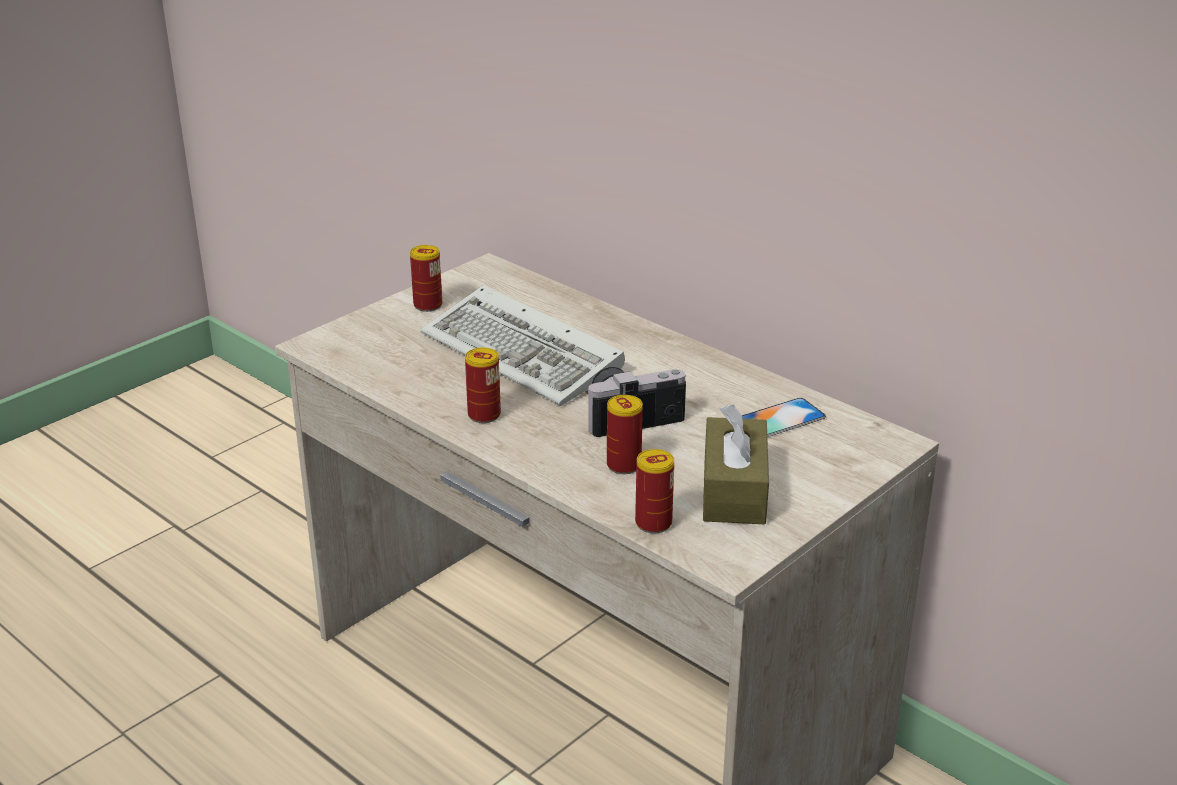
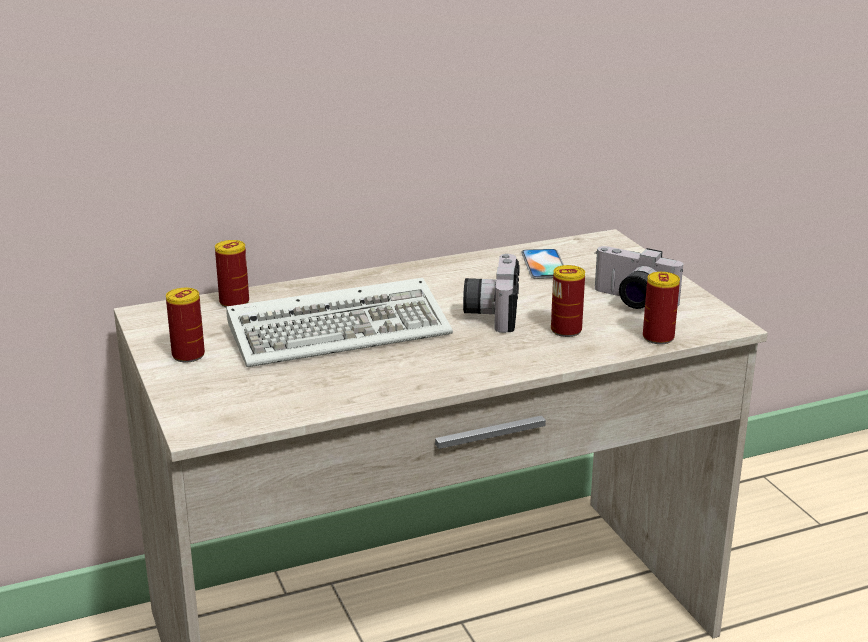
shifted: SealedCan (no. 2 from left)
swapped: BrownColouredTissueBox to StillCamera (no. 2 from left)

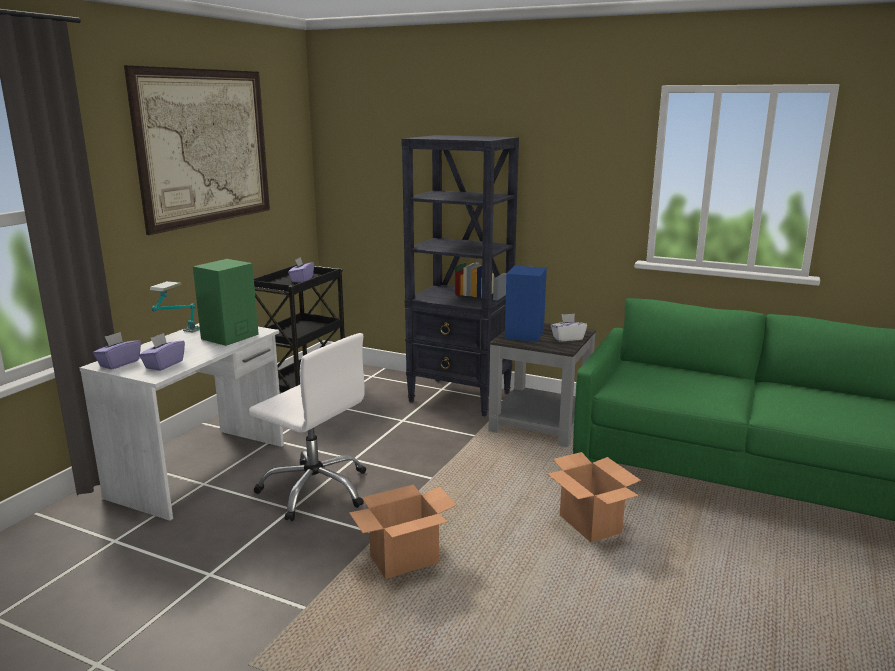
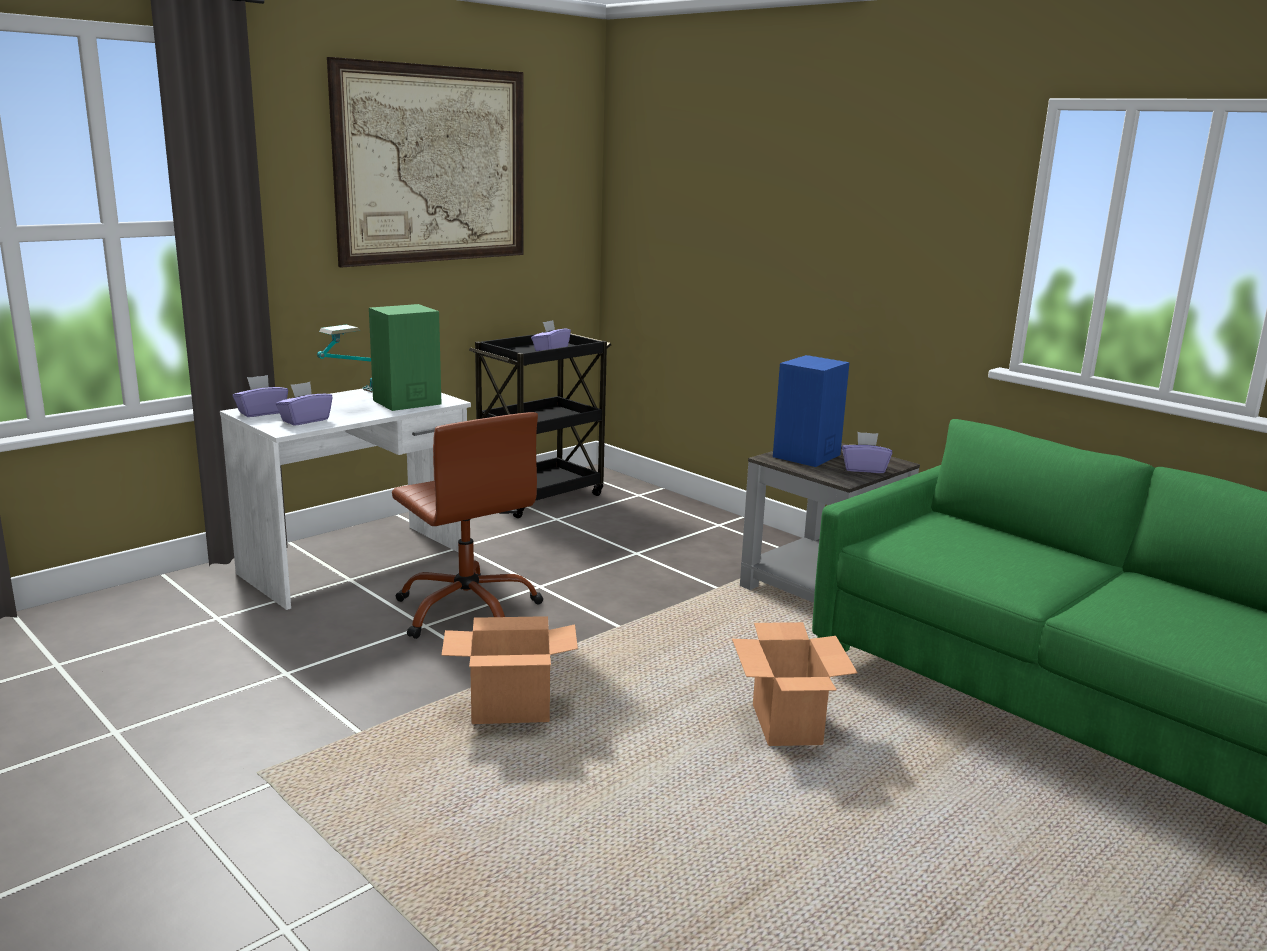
gone: BlackishShelvingUnit
repainted: WhiteColouredDeskChair to BrownColouredDeskChair; WhiteColouredTissueBox to PurpleColouredTissueBox (no. 4 from left)

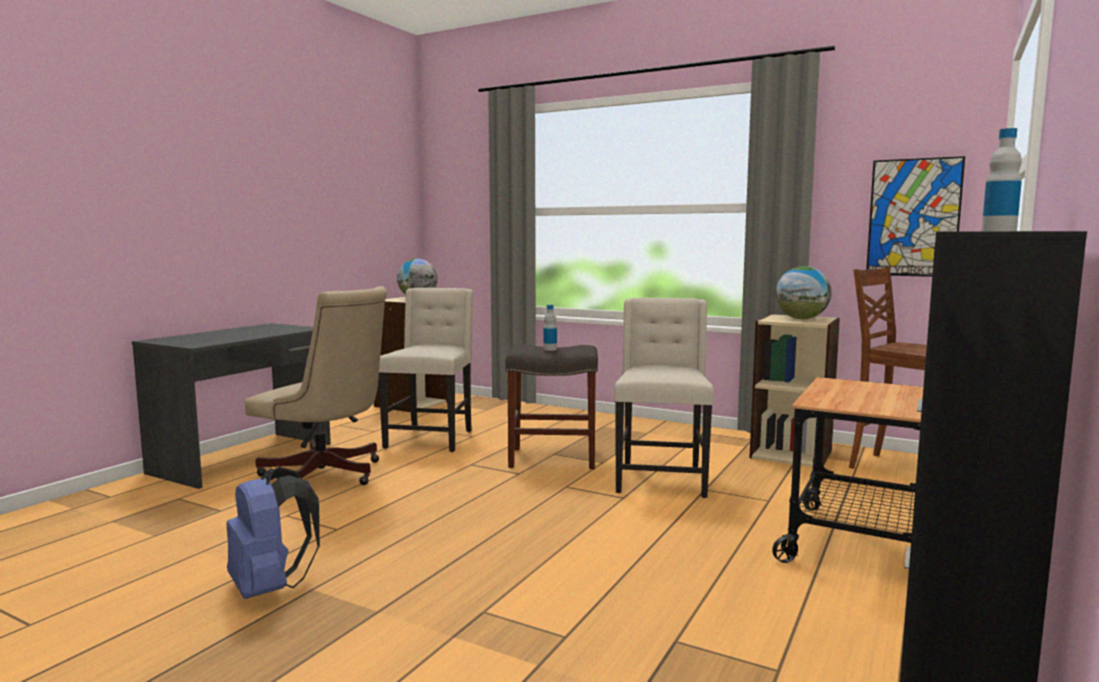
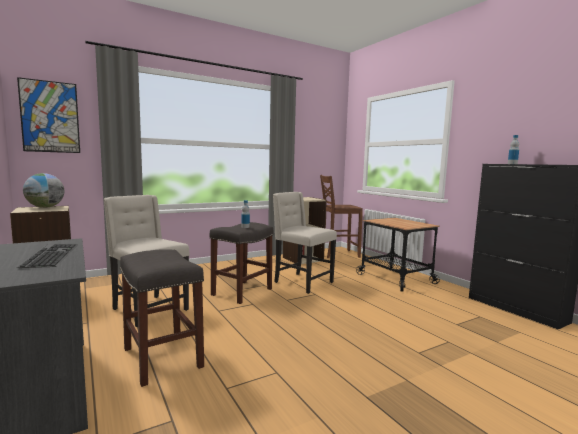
gone: BlueKnapsack; WorldGlobe (no. 2 from left)
new: Keyboard
shifted: Picture
swapped: BeigeDeskChair to GrayStoolSeat (no. 1 from left)

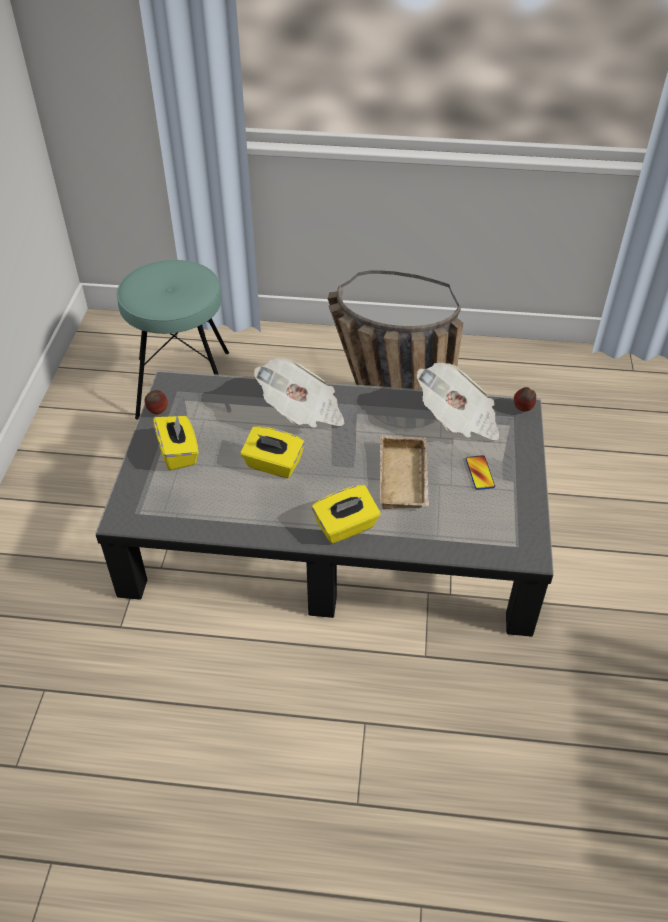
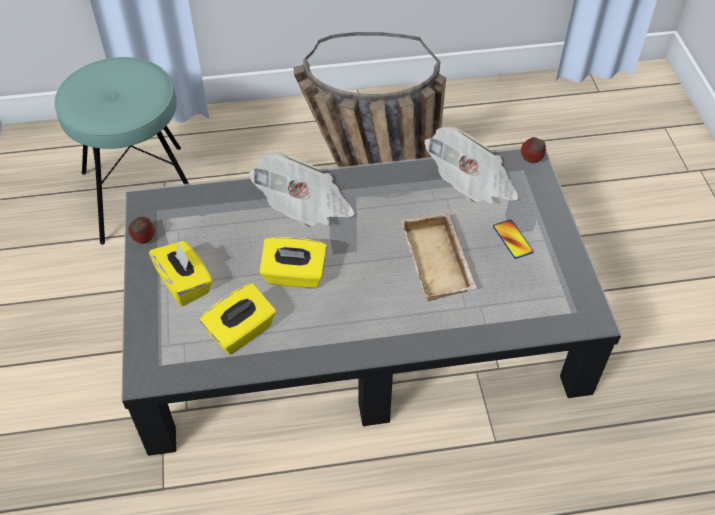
shifted: YellowTissueBox (no. 3 from left in the first image) to YellowTissueBox (no. 2 from left)

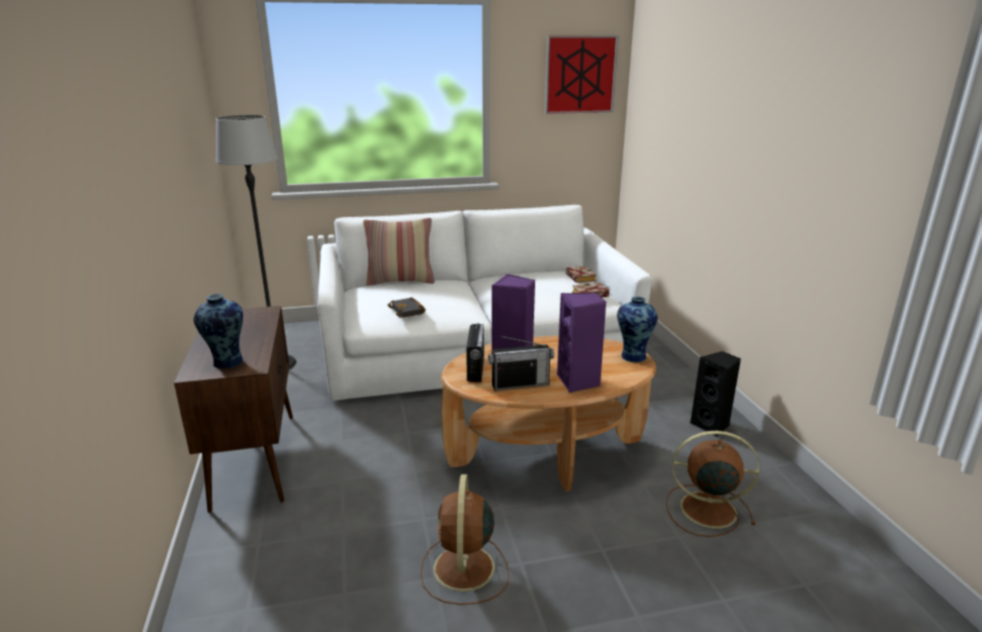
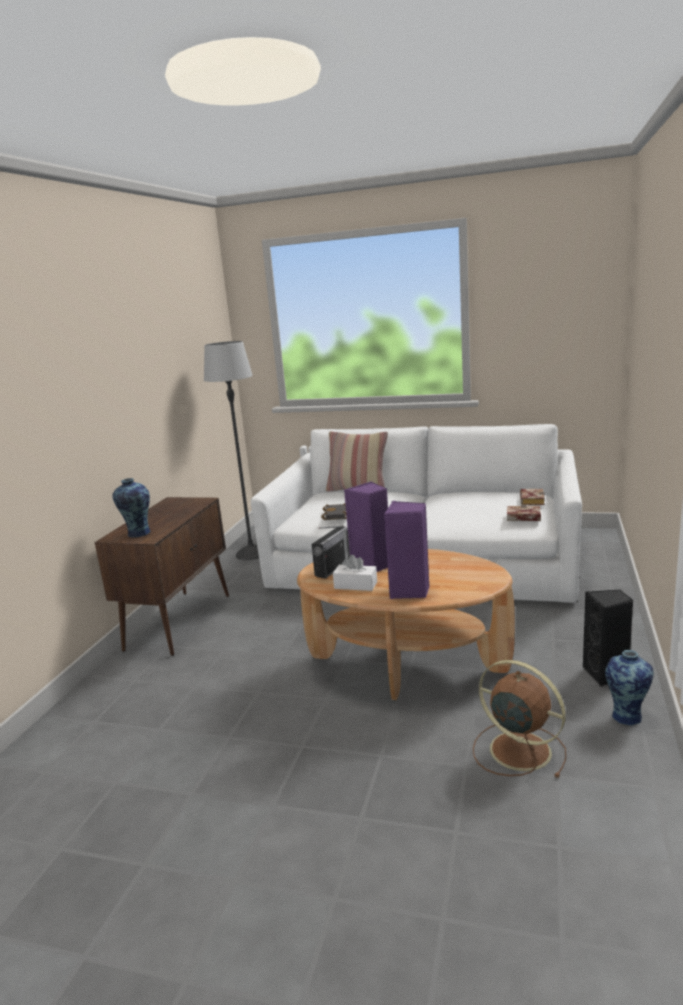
gone: BrownColouredFan (no. 1 from left); Picture
shifted: Vase (no. 2 from left)
swapped: RadioSet (no. 2 from left) to WhiteColouredTissueBox

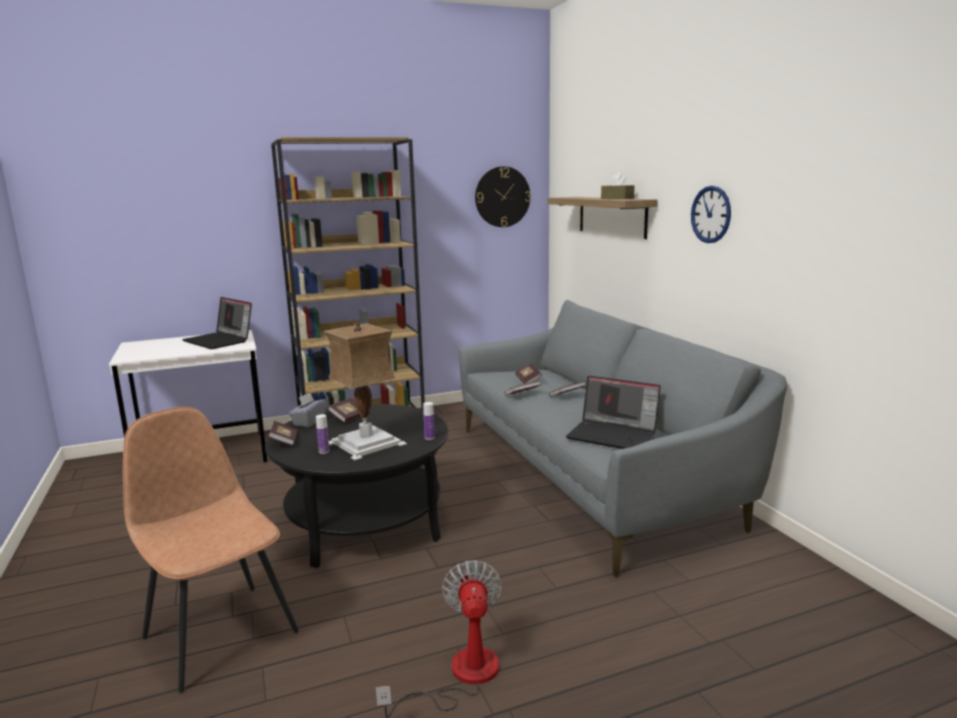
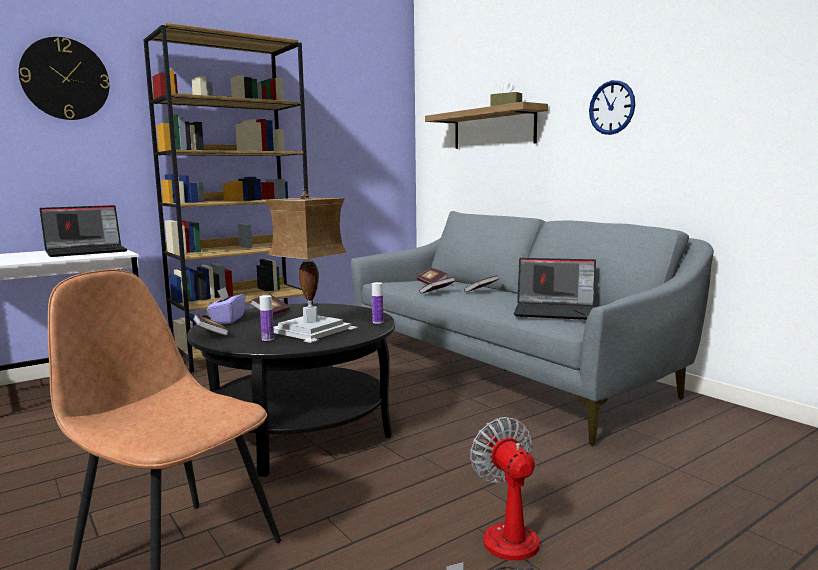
shifted: ClockOnTheWall (no. 1 from left)
repainted: GrayTissueBox to PurpleColouredTissueBox
rotated: Laptop (no. 1 from left) 60 degrees counterclockwise

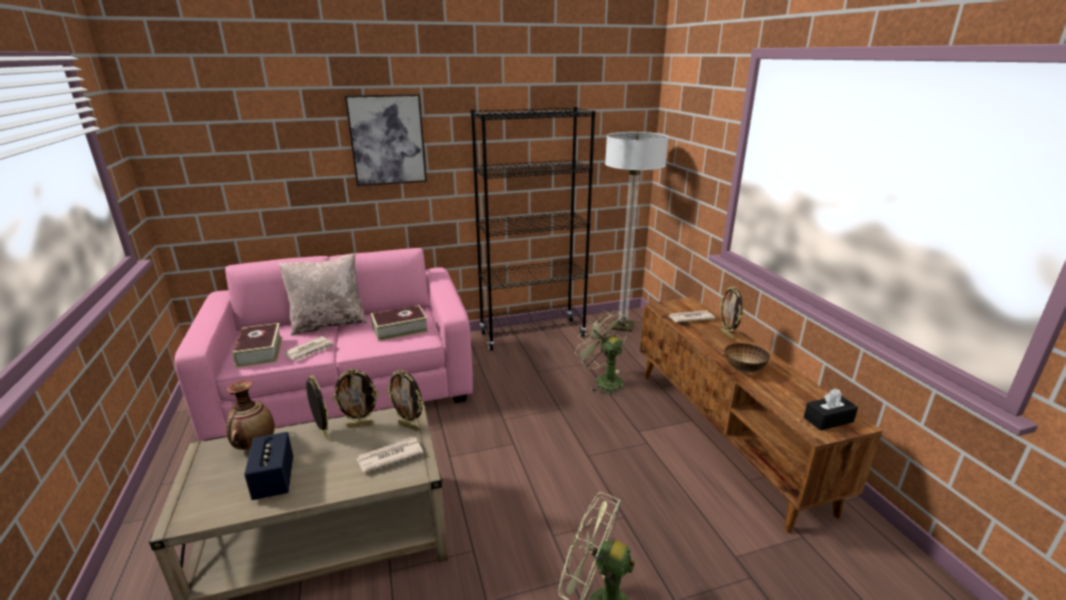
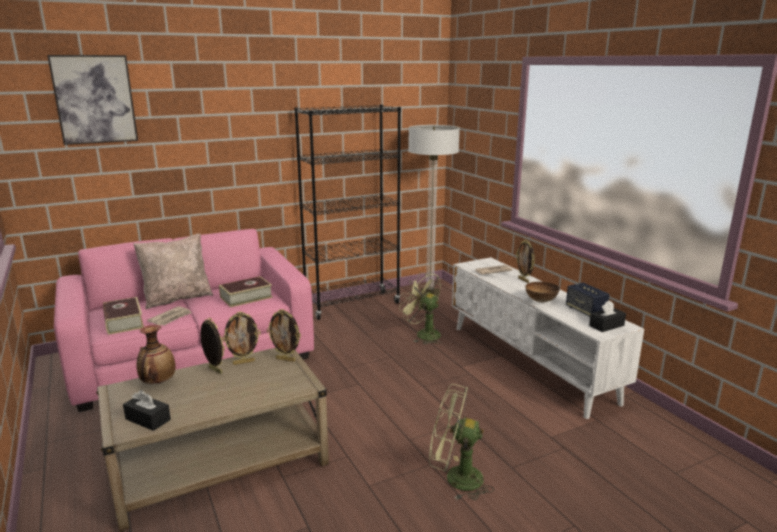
gone: DailyPaper (no. 2 from left)
new: BlackishTissueBox (no. 1 from left)
shifted: AudioSpeaker; Picture
repainted: BrownColouredTvStand to WhiteColouredTvStand

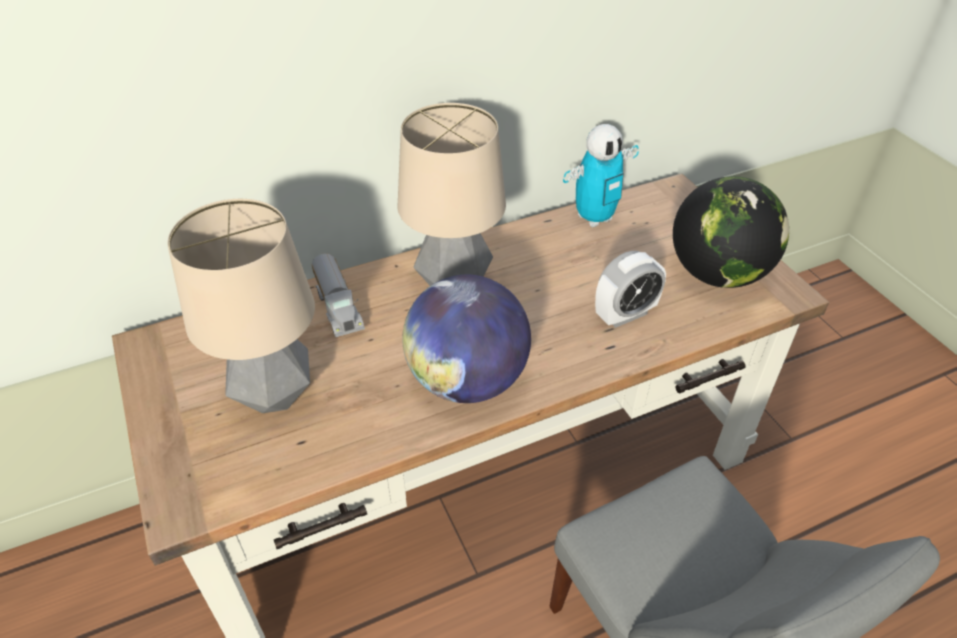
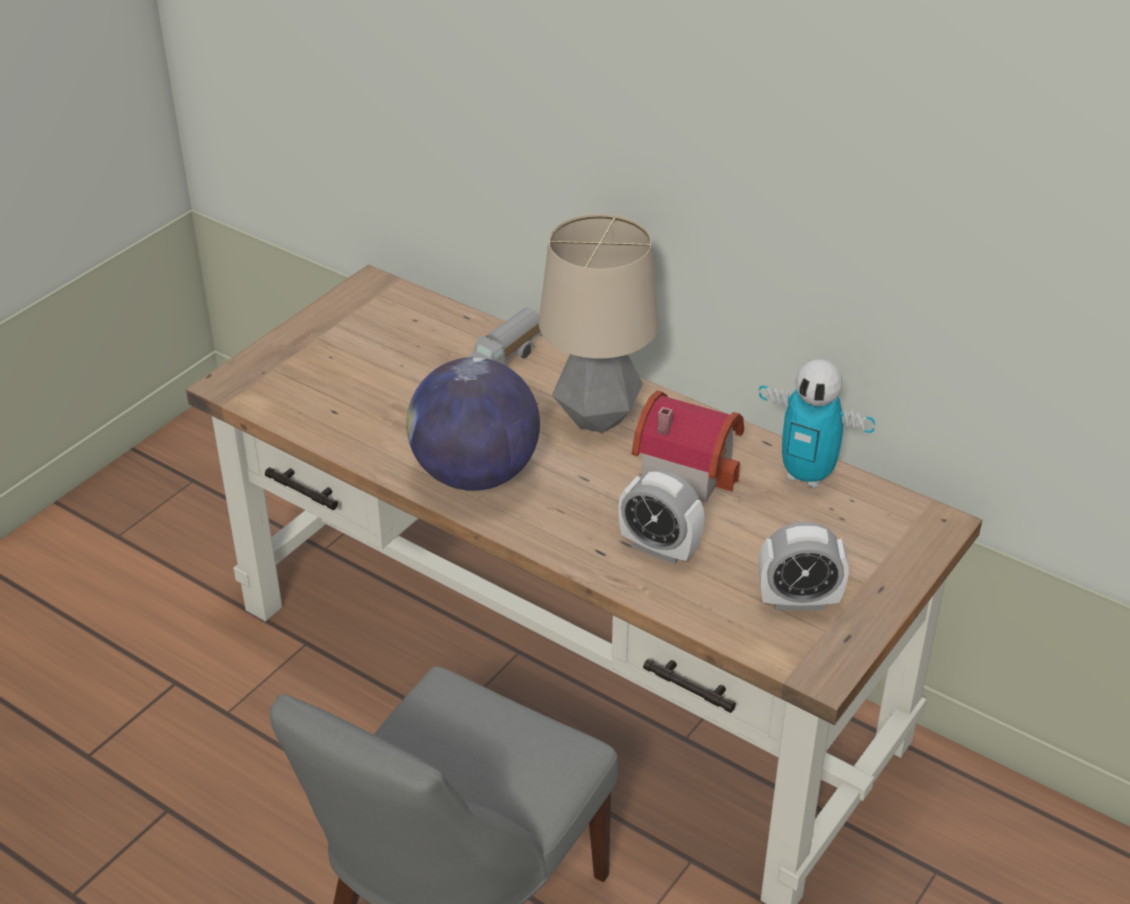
gone: TabletopLamp (no. 1 from left)
new: MiniatureHouse
swapped: WorldGlobe (no. 2 from left) to TableClock (no. 2 from left)

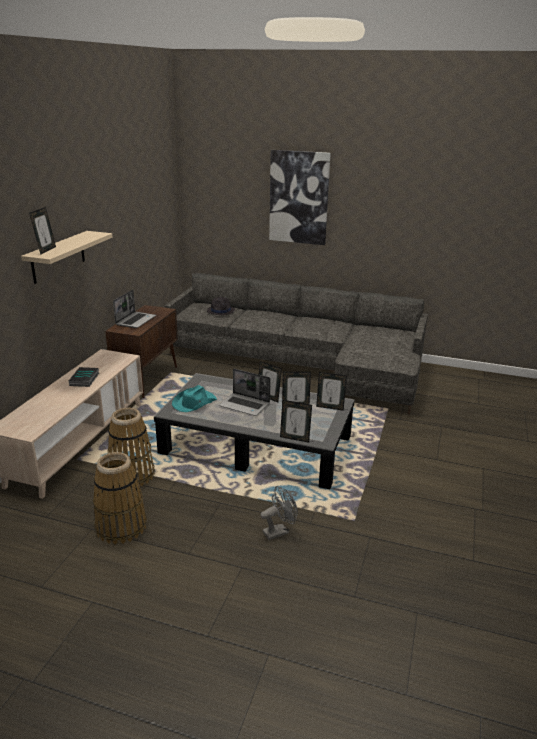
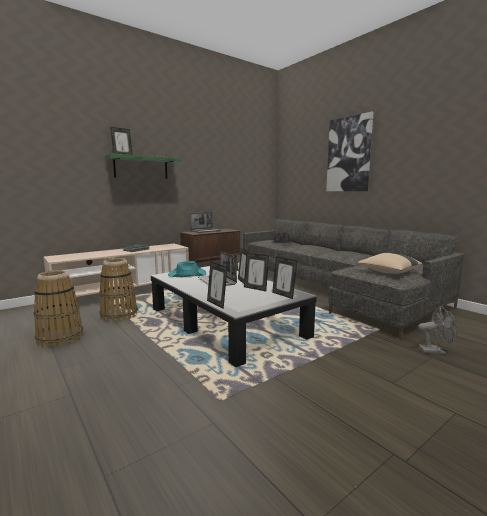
new: BeigeThrowPillow
shifted: GrayFan
repainted: BeigeShelf to GreenColouredShelf

